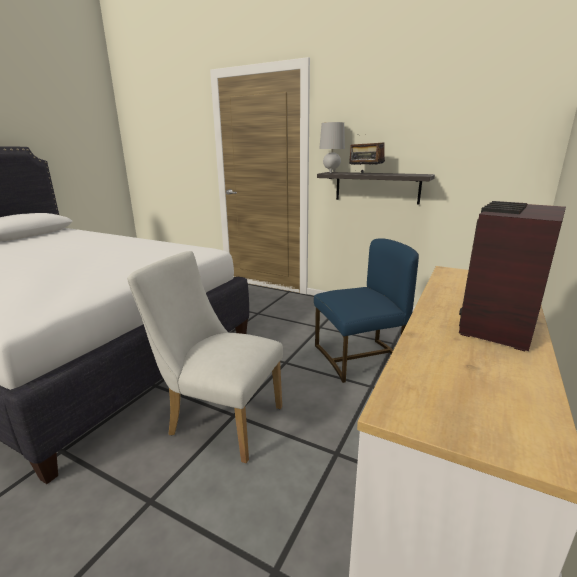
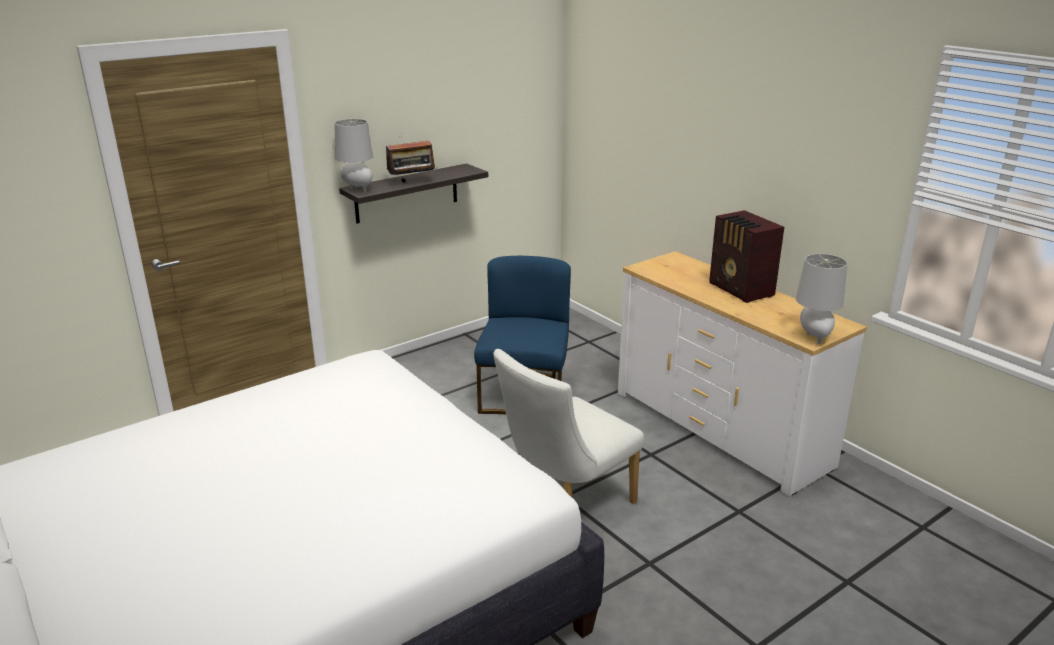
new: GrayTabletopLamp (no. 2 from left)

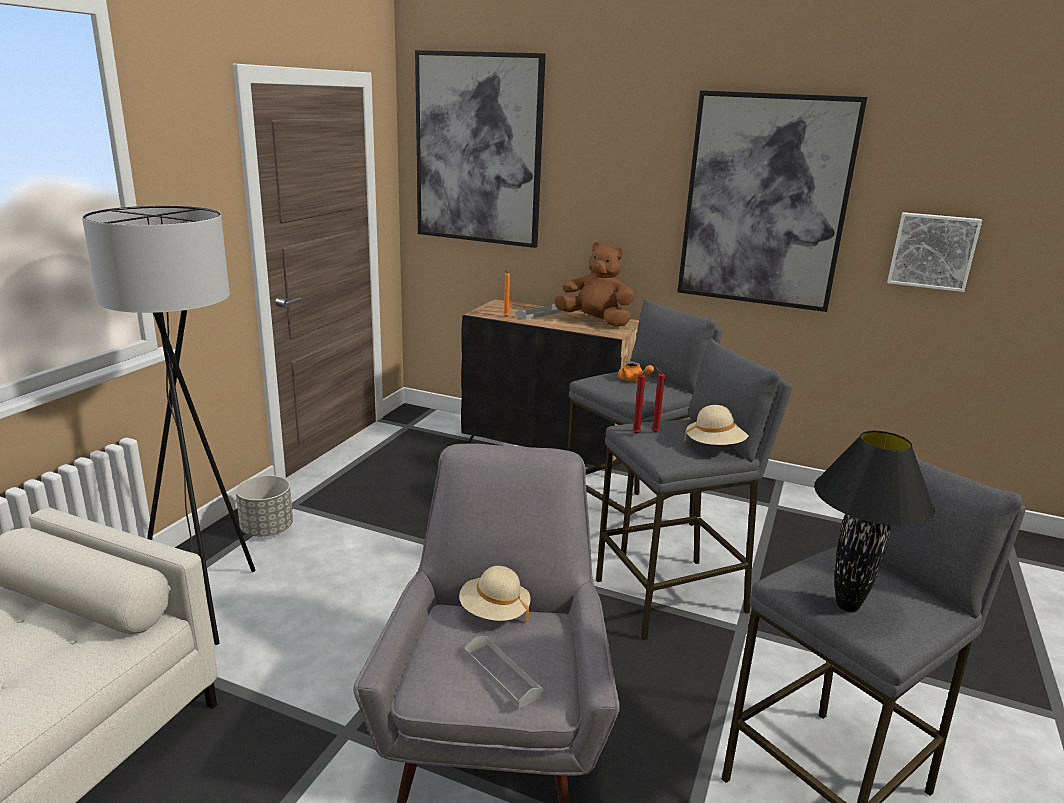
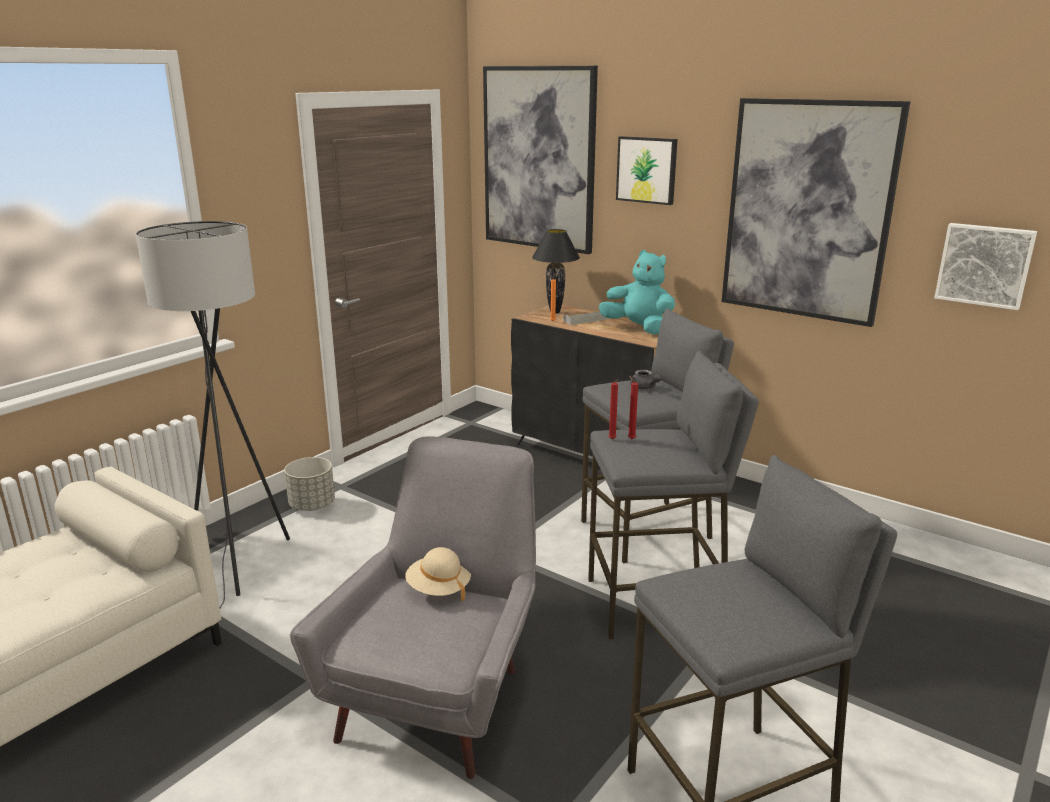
gone: GrayCarryingTray (no. 1 from left); BeigeClothingHat (no. 2 from left)
new: Picture (no. 2 from left)
shifted: BlackishTabletopLamp
repainted: BrownColouredPlushToy to BlueGreenPlushToy; OrangeColouredTeapot to GrayTeapot

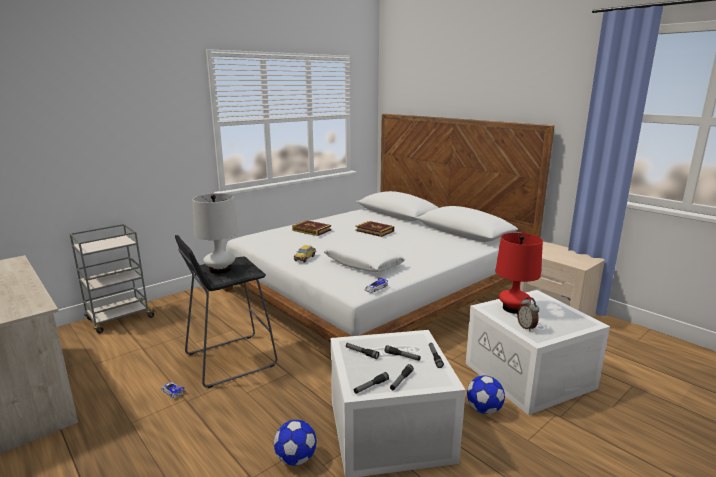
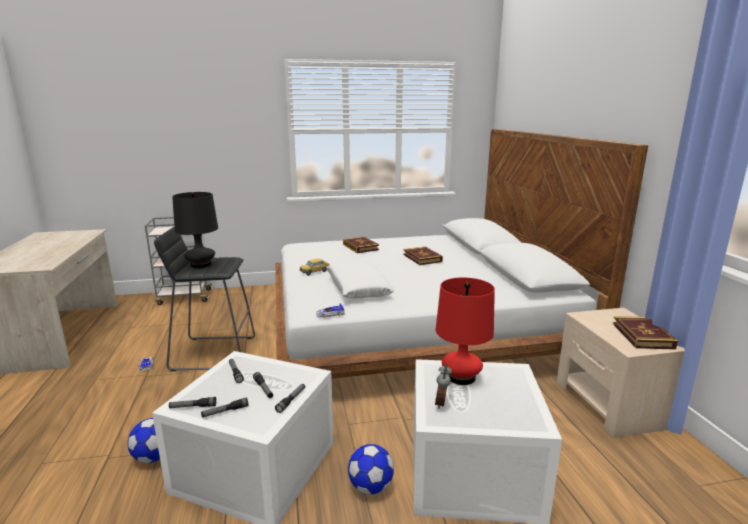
new: Book (no. 3 from left)
repainted: WhiteColouredTabletopLamp to BlackishTabletopLamp

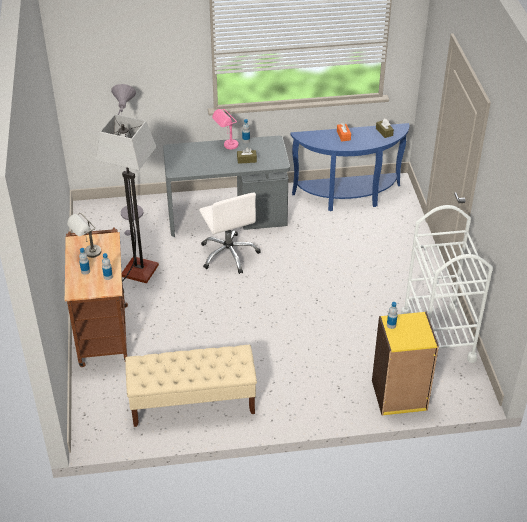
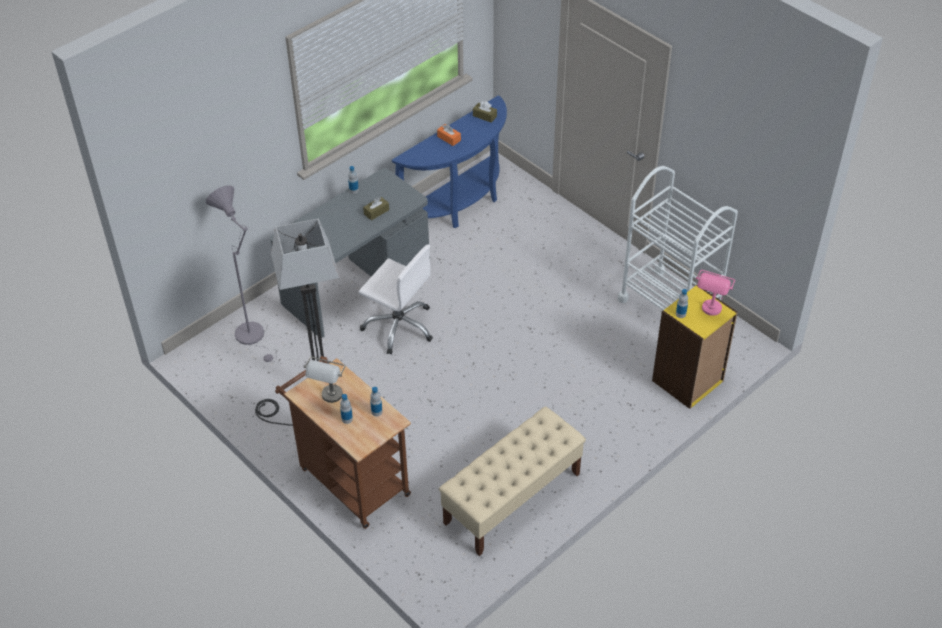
shifted: PinkTabletopLamp

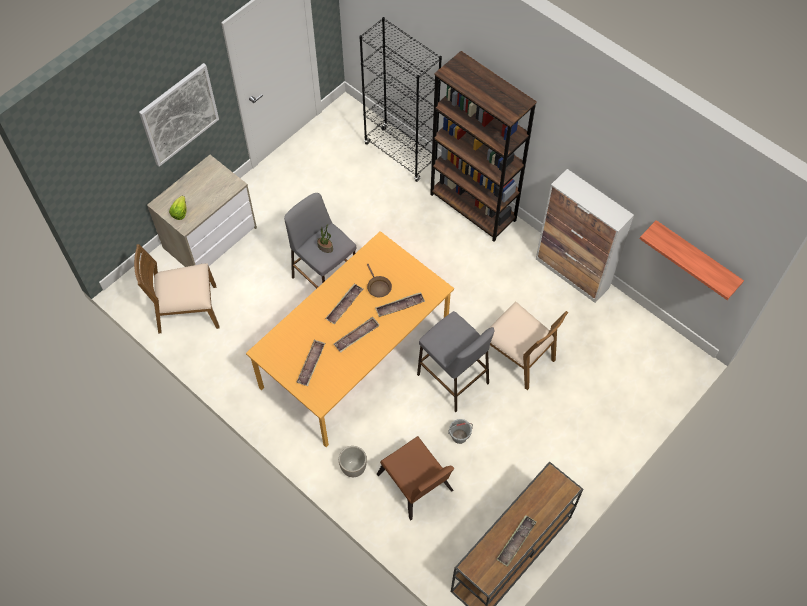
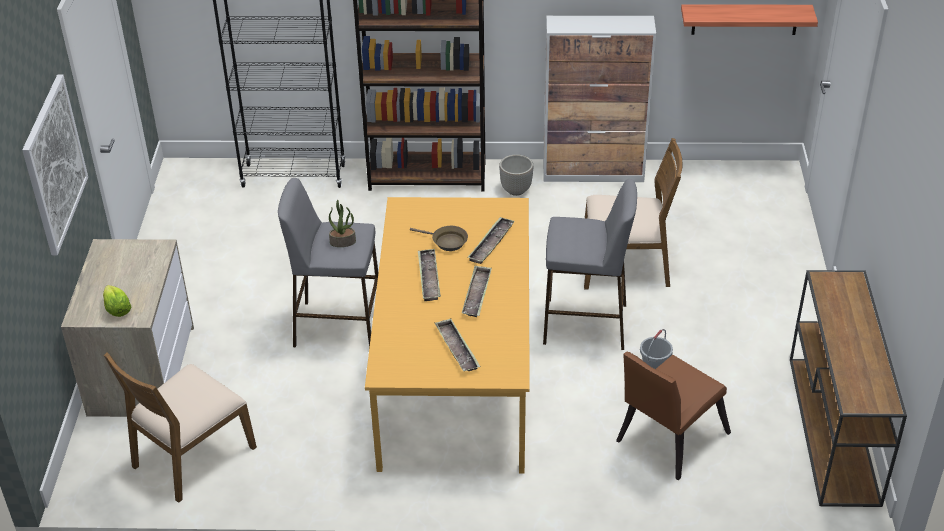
gone: CarryingTray (no. 5 from left)
shifted: PlantPot
rotated: BrownColouredChair (no. 2 from left in the first image) 120 degrees clockwise

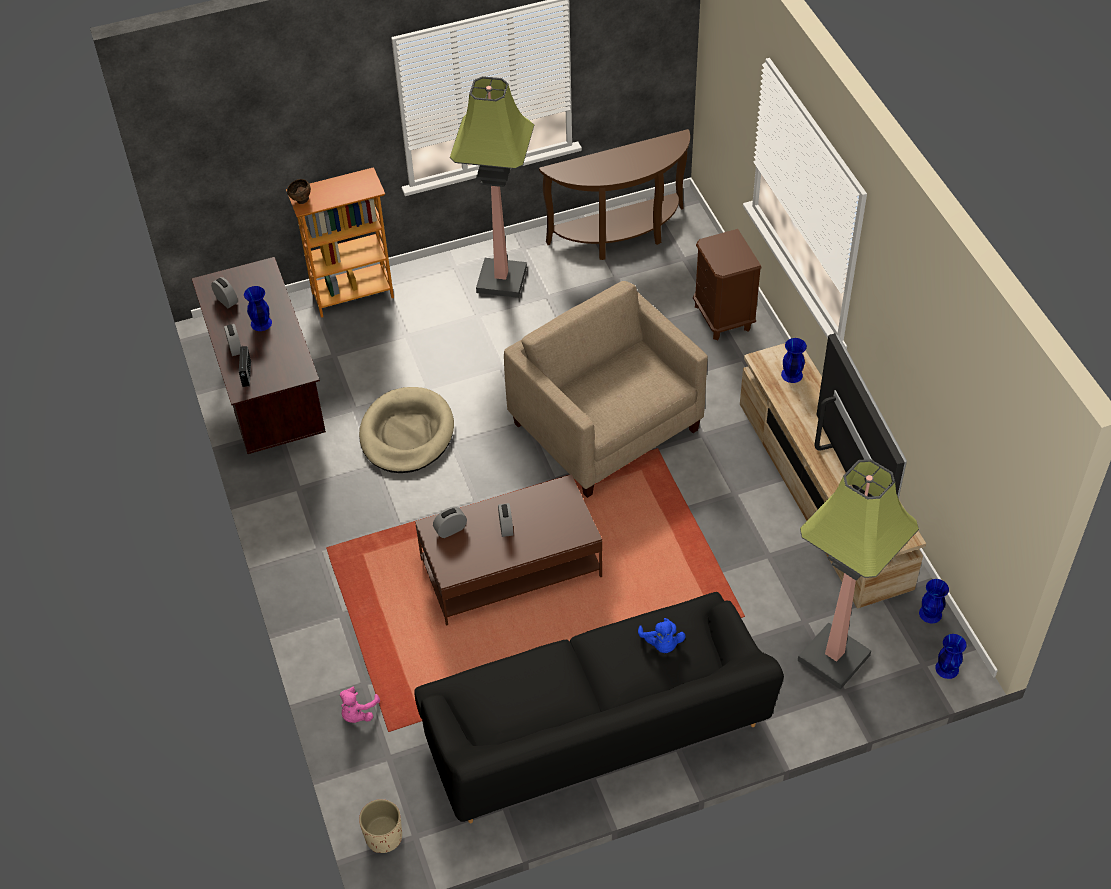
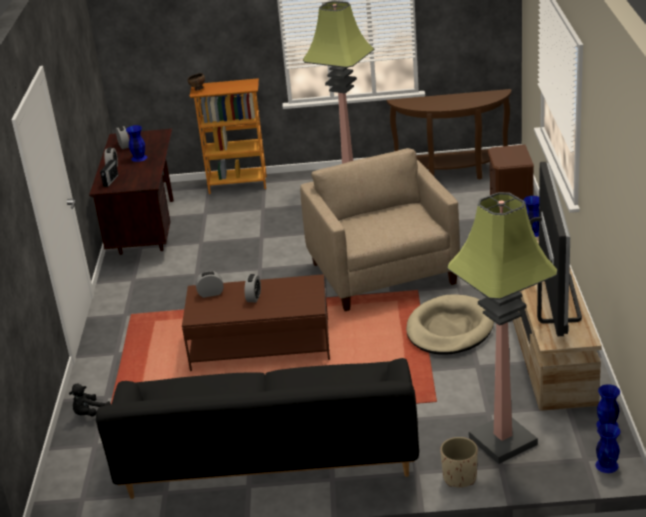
gone: BluePlushToy
shifted: BeigeDogBed; BeigePlantPot
repainted: PinkPlushToy to BlackishPlushToy

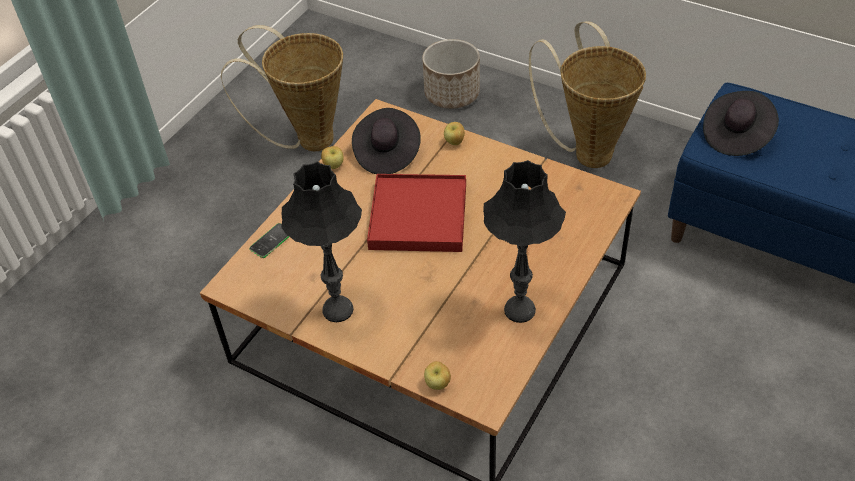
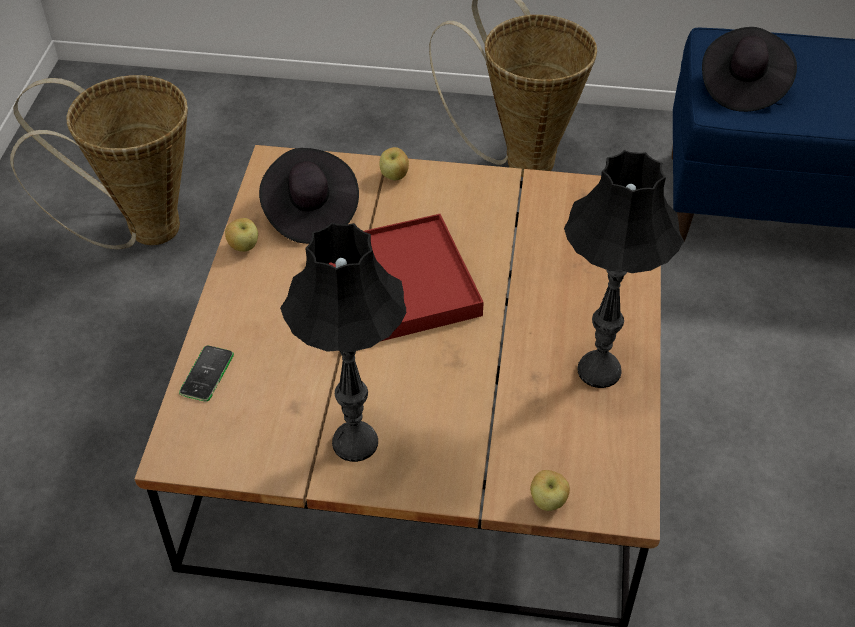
gone: PlantPot

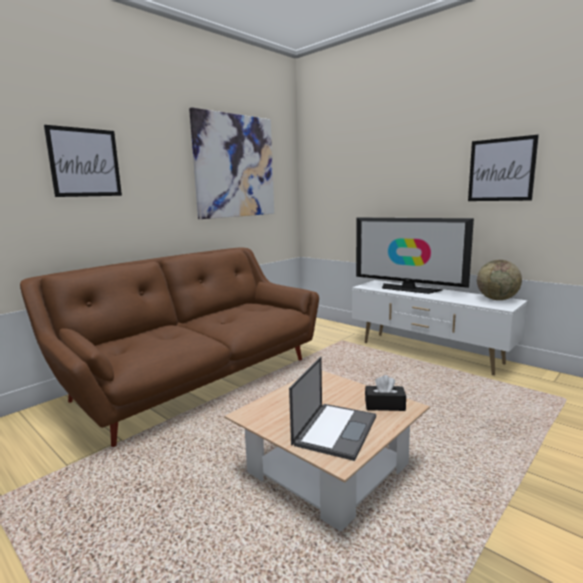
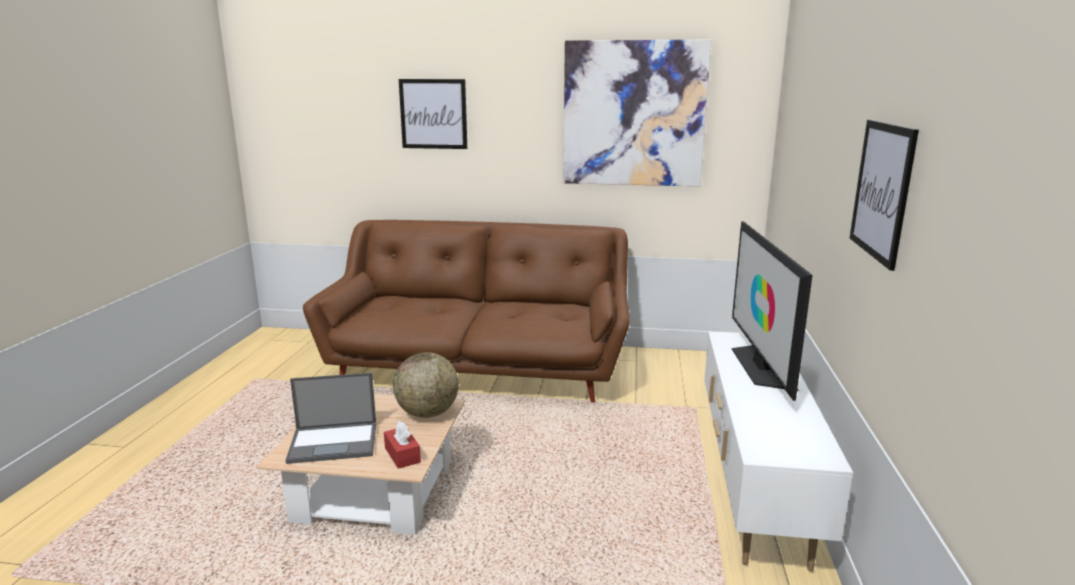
shifted: WorldGlobe
repainted: BlackishTissueBox to ReddishTissueBox

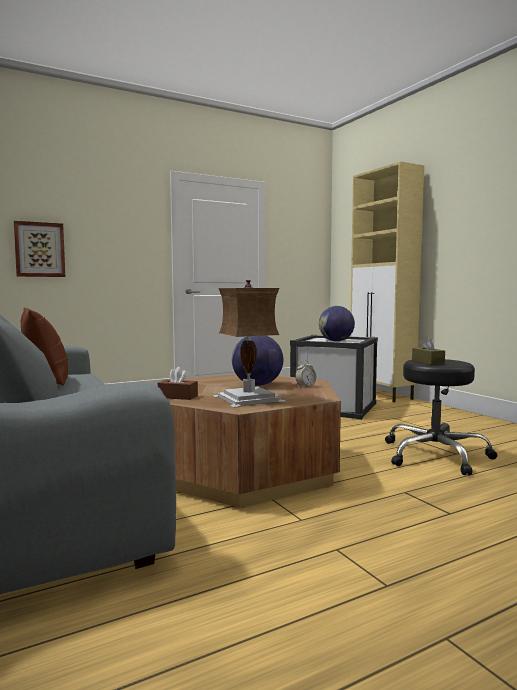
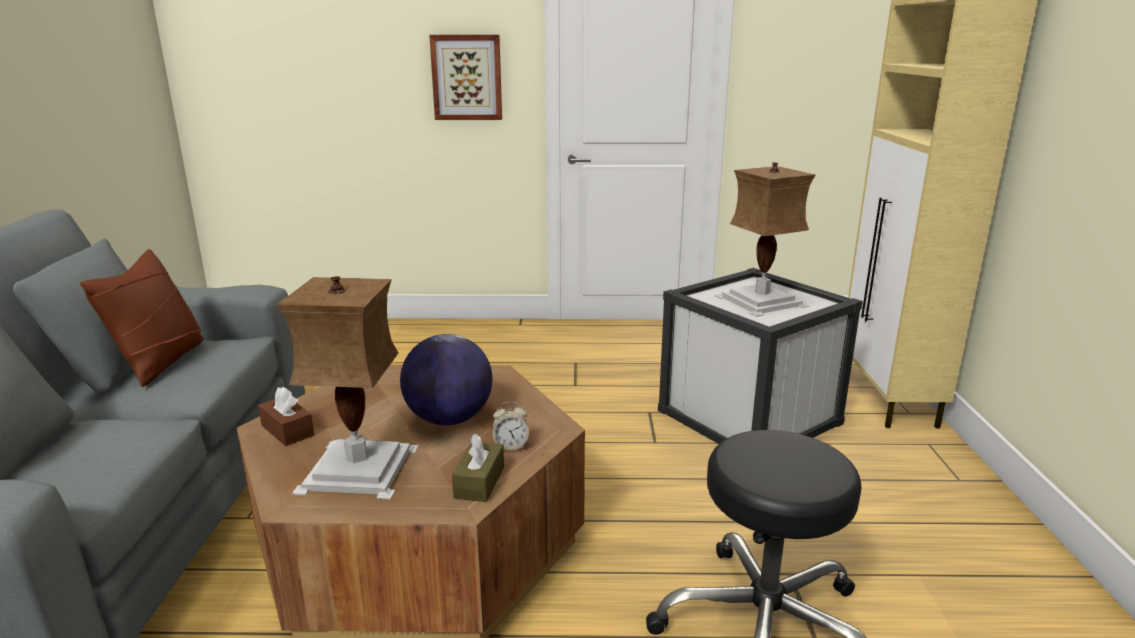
shifted: Picture; BrownColouredTissueBox (no. 2 from left)
swapped: WorldGlobe (no. 2 from left) to TabletopLamp (no. 2 from left)

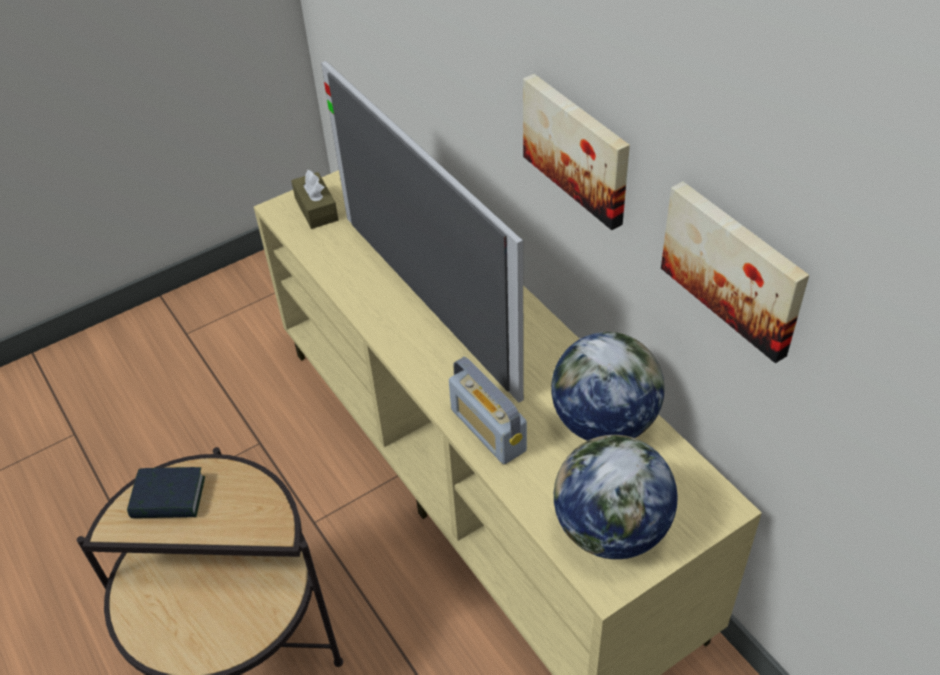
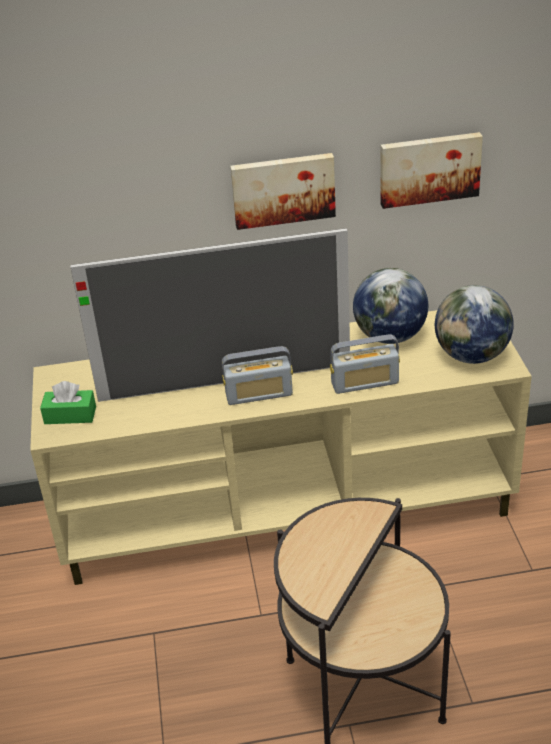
gone: Book
new: RadioSet (no. 1 from left)
repainted: BrownColouredTissueBox to GreenColouredTissueBox

